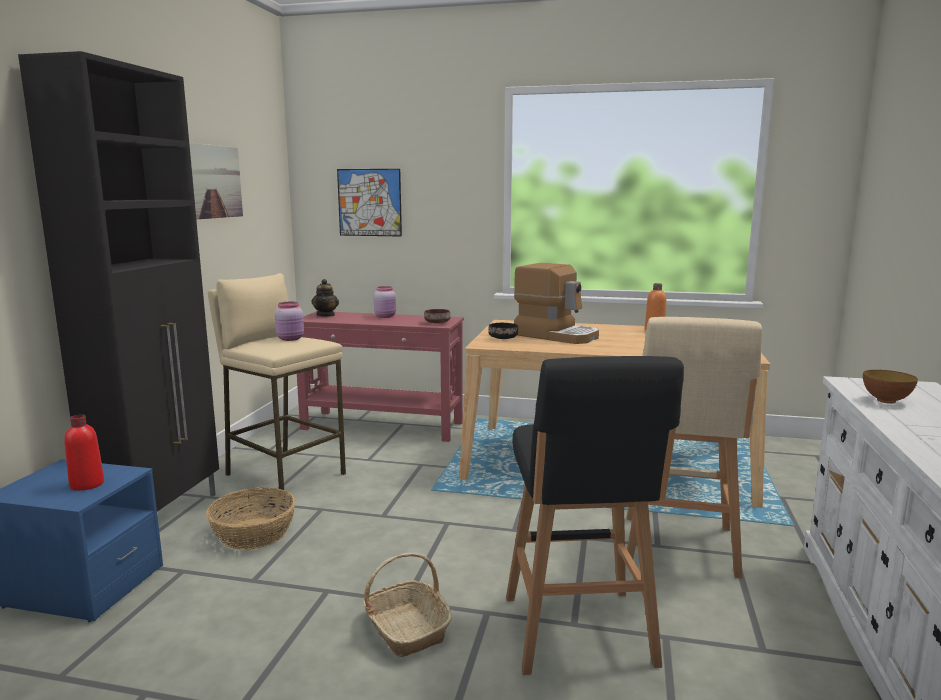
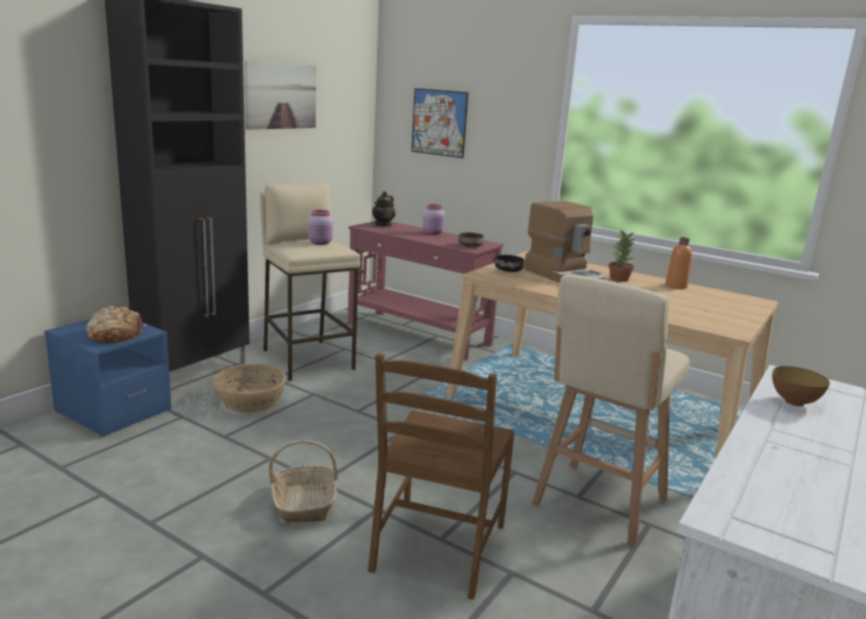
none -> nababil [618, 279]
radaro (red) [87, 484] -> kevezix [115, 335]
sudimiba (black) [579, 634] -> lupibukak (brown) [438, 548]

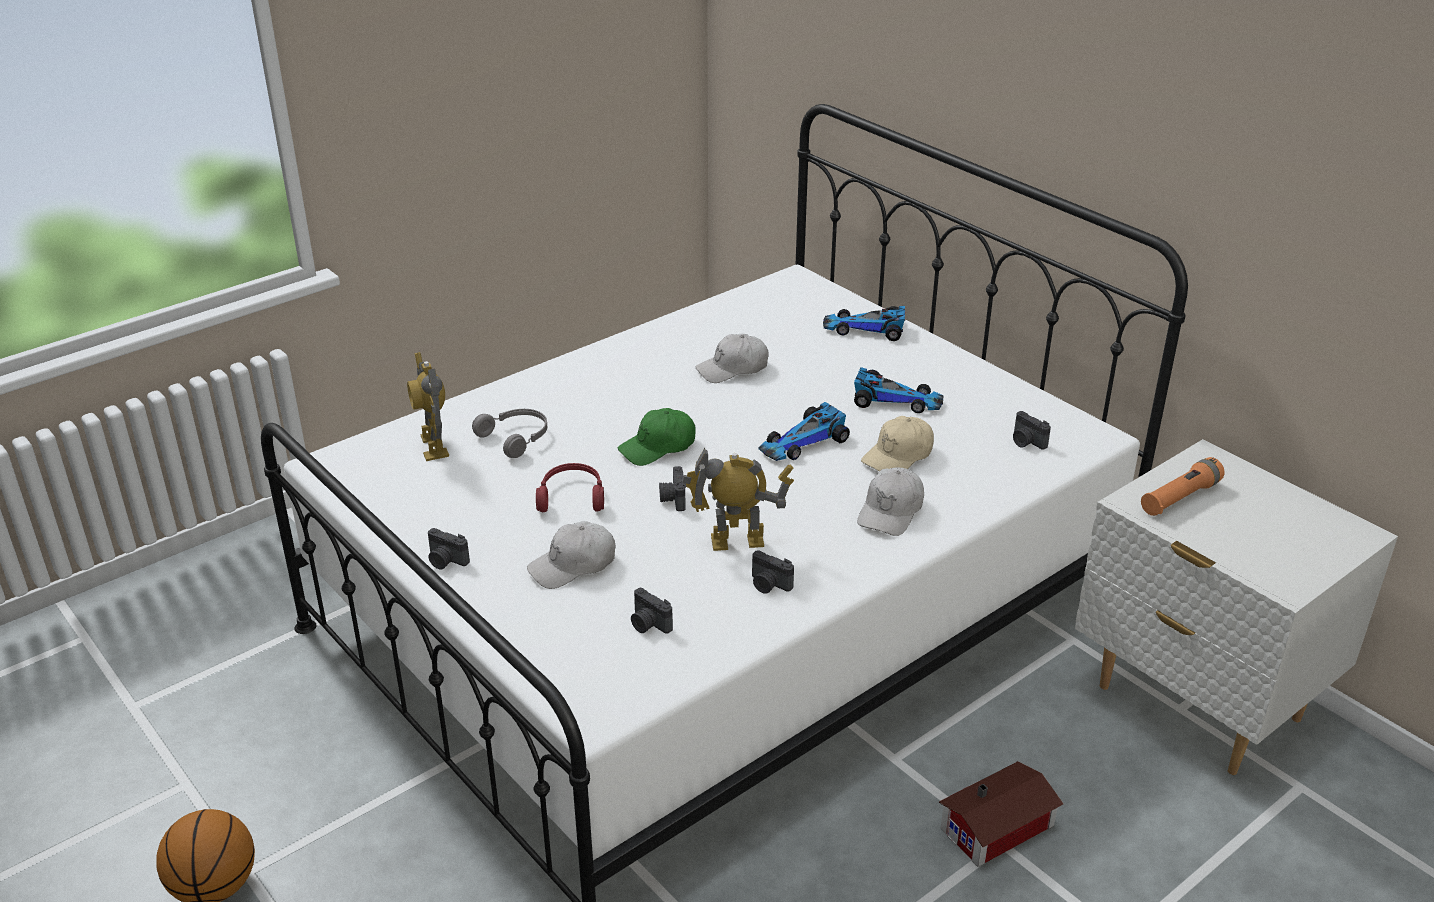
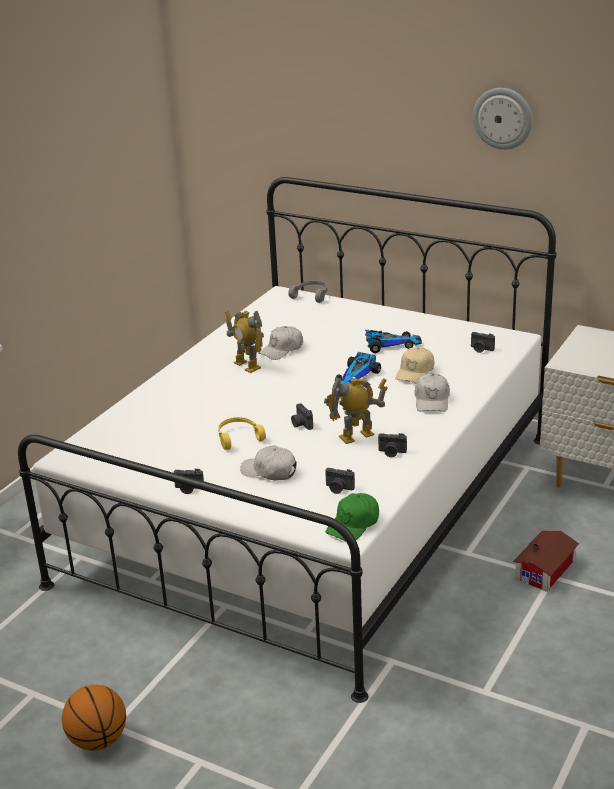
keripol [866, 329] -> none
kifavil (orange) [1179, 498] -> none
none -> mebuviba [503, 118]
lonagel [434, 446] -> lonagel [247, 365], move
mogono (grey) [516, 438] -> mogono (grey) [311, 295], move
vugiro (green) [658, 447] -> vugiro (green) [354, 524], move
mogono (red) [572, 496] -> mogono (yellow) [238, 437]
vugiro (white) [573, 565] -> vugiro (white) [269, 471], 75 degrees clockwise

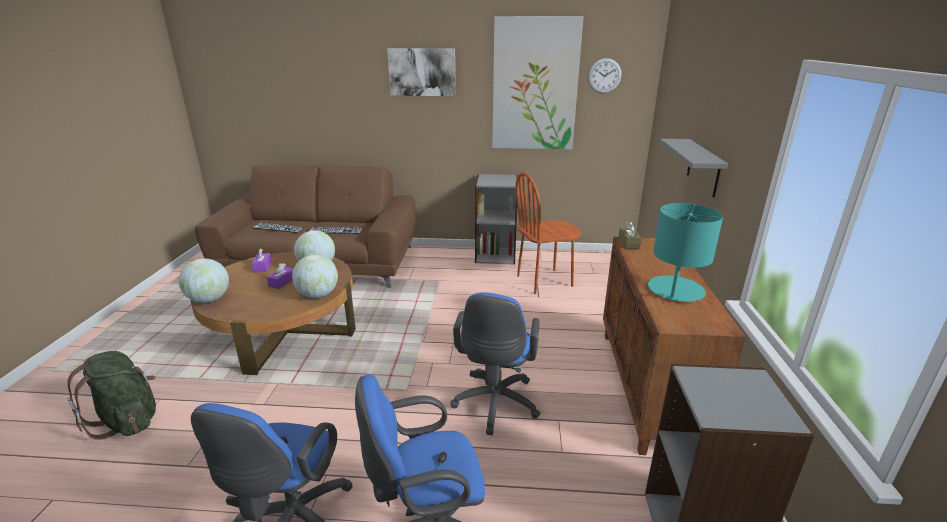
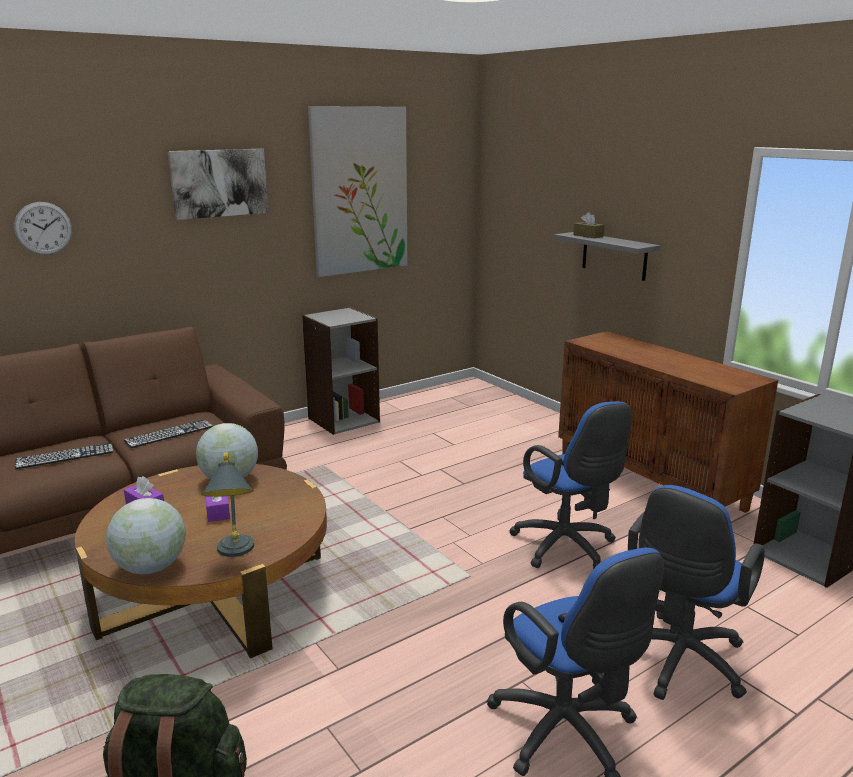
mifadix [318, 295] -> none
lupibukak (brown) [544, 281] -> none
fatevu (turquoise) [675, 290] -> none
none -> fatevu (grey) [234, 554]
mebuviba [604, 76] -> mebuviba [43, 228], move
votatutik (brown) [628, 243] -> votatutik (brown) [588, 236], move

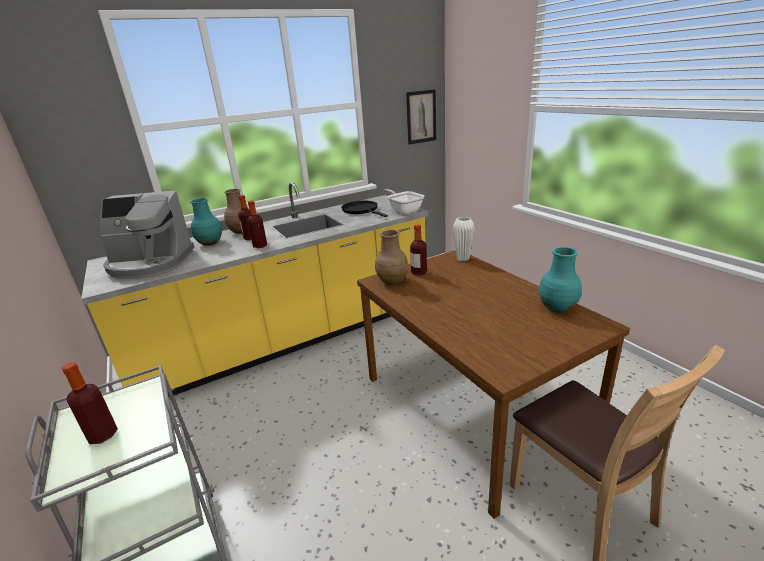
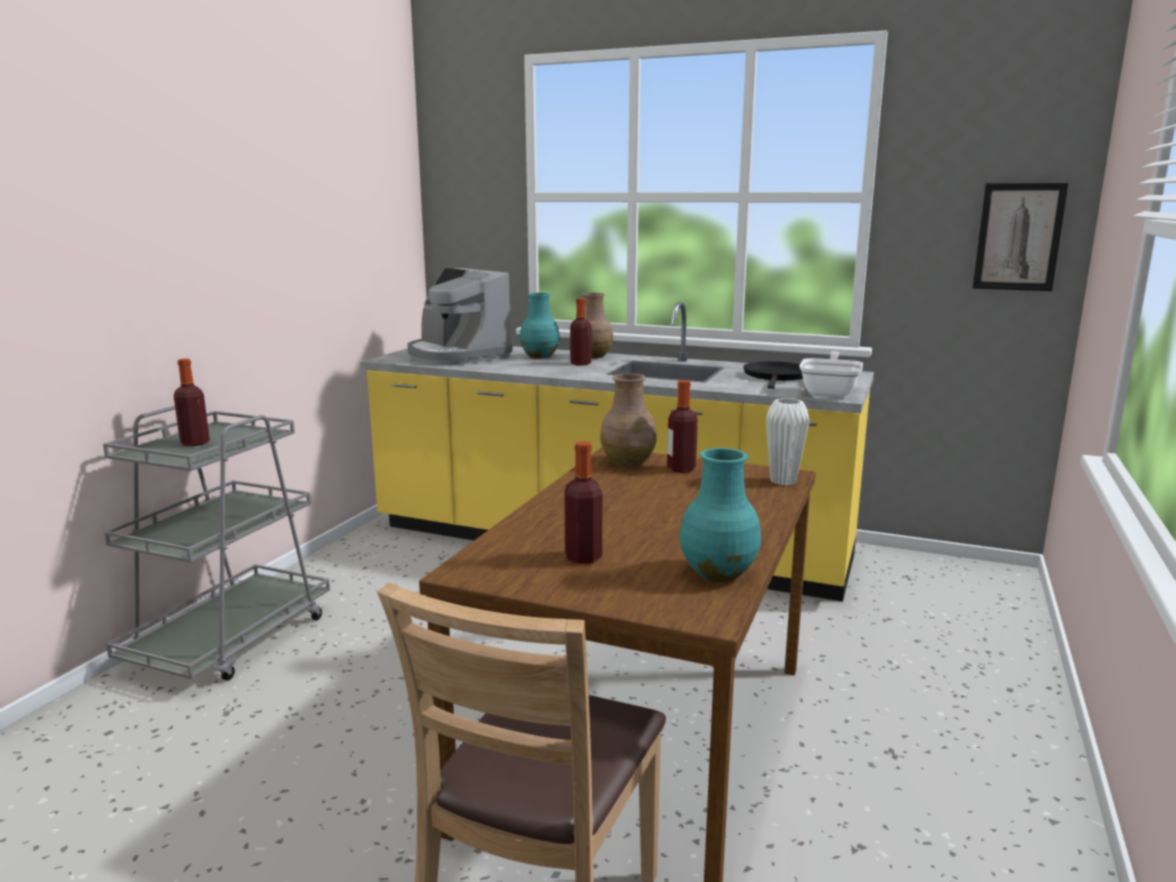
radaro [260, 246] -> radaro [583, 557], move

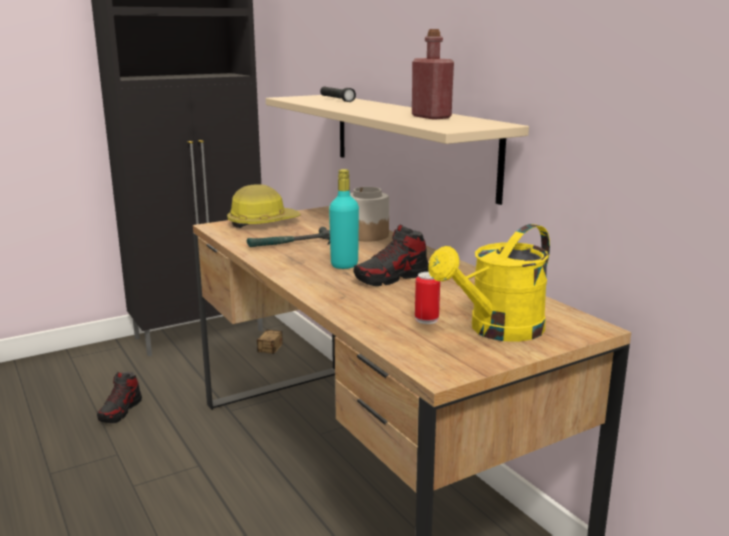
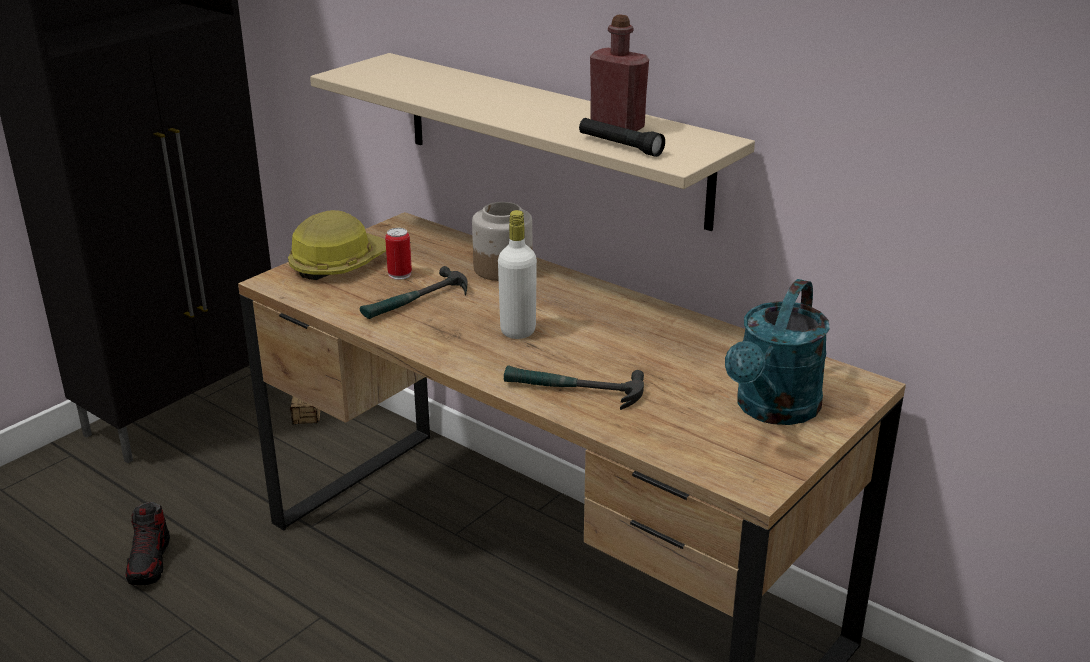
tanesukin [392, 278] -> none
none -> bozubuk [572, 390]
kifavil (black) [336, 100] -> kifavil (black) [620, 146], move
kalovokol [426, 319] -> kalovokol [399, 274], move
radaro (turquoise) [344, 265] -> radaro (white) [518, 331]
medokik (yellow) [497, 331] -> medokik (turquoise) [773, 410]

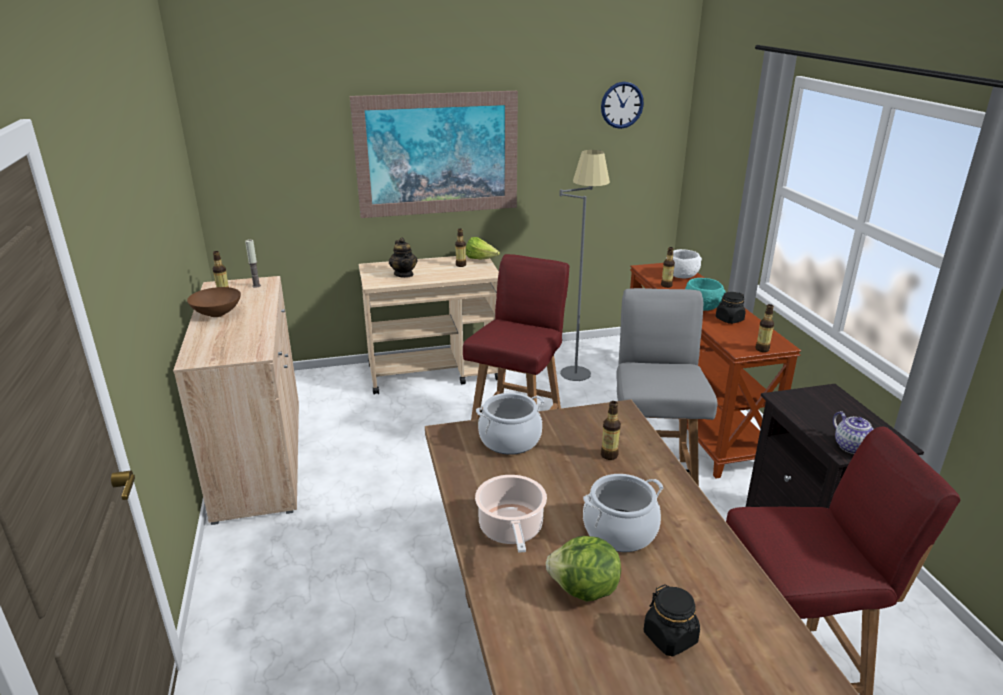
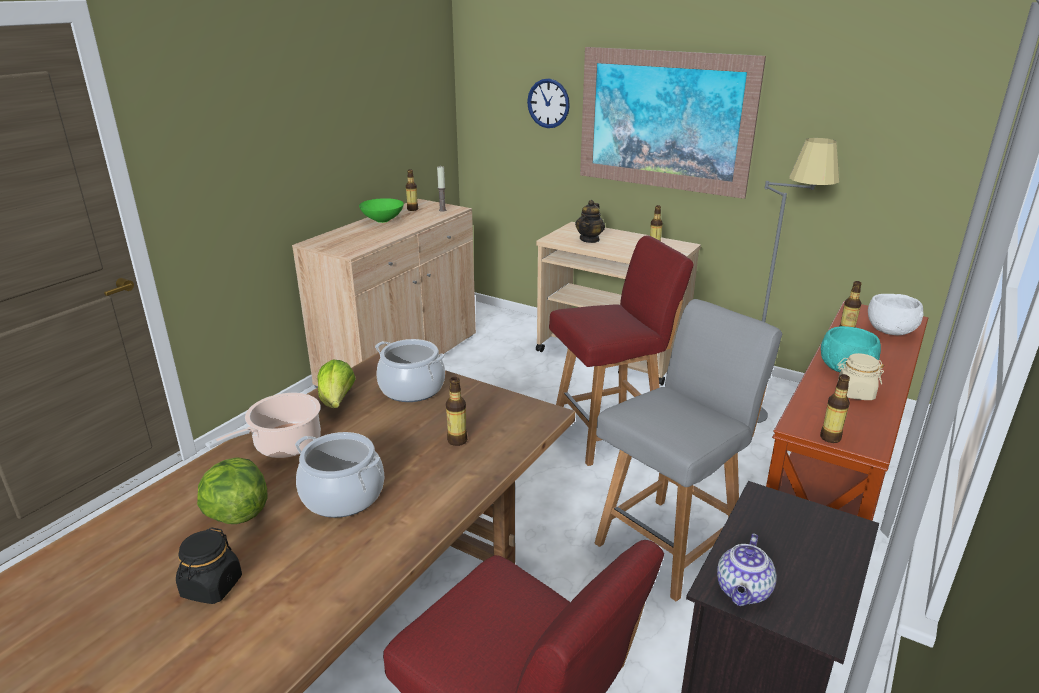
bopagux [481, 259] -> bopagux [337, 402], move
mebuviba [622, 105] -> mebuviba [548, 103], move
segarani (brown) [217, 314] -> segarani (green) [382, 220]
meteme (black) [729, 319] -> meteme (beige) [855, 393]

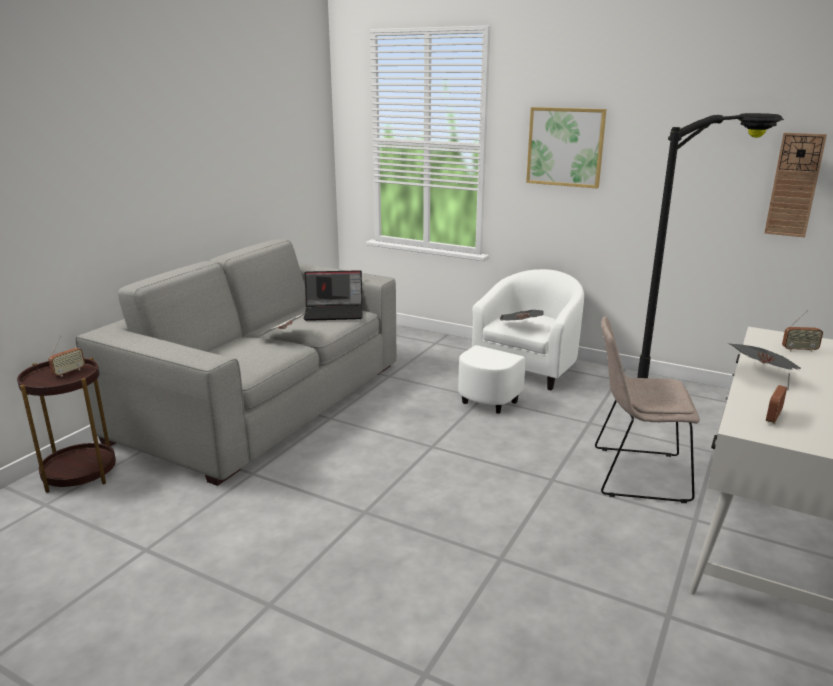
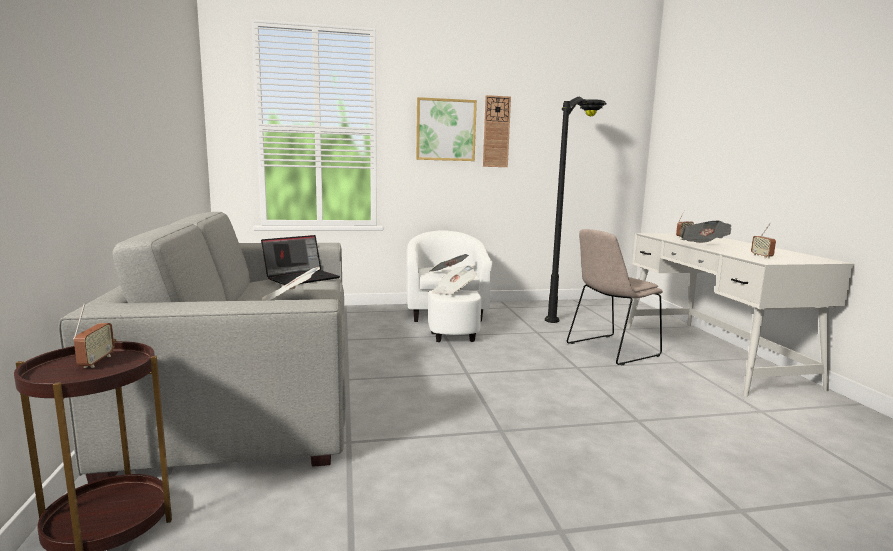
none -> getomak [453, 292]
mebuviba [794, 185] -> mebuviba [496, 132], move

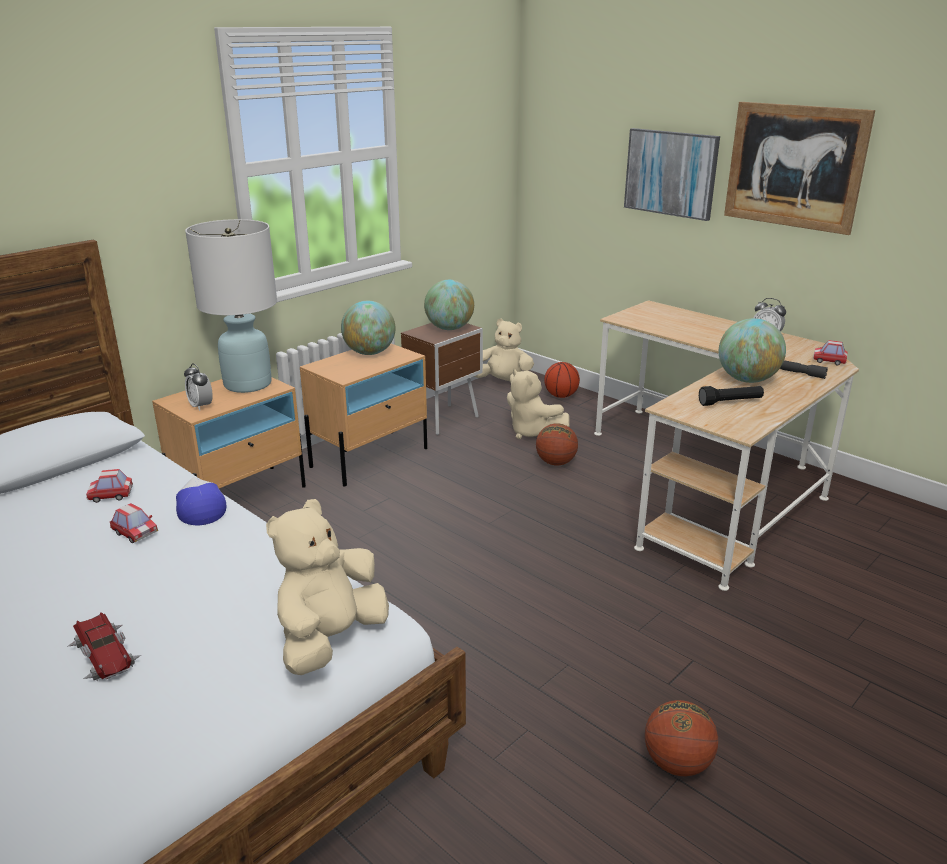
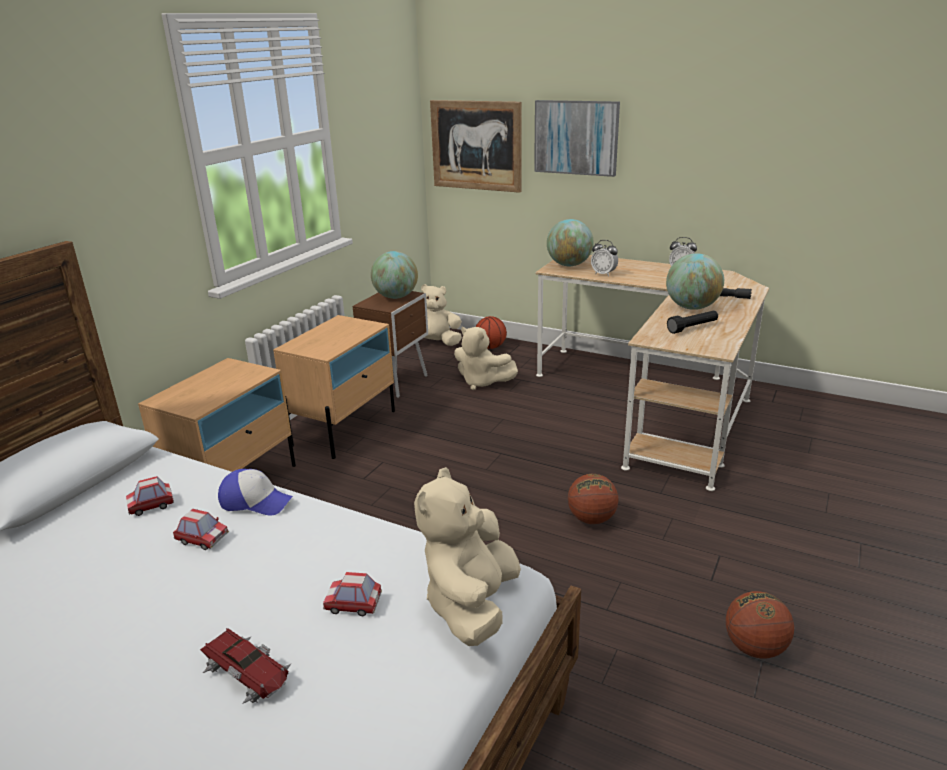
fatevu (white) [247, 384] -> none
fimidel [201, 406] -> fimidel [603, 274], move
mifadix [369, 353] -> mifadix [569, 265], move
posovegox [556, 463] -> posovegox [591, 519], move
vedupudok [794, 166] -> vedupudok [476, 145], move
keripol [829, 361] -> keripol [353, 604], move
vugiro [199, 508] -> vugiro [256, 501], 150 degrees clockwise

